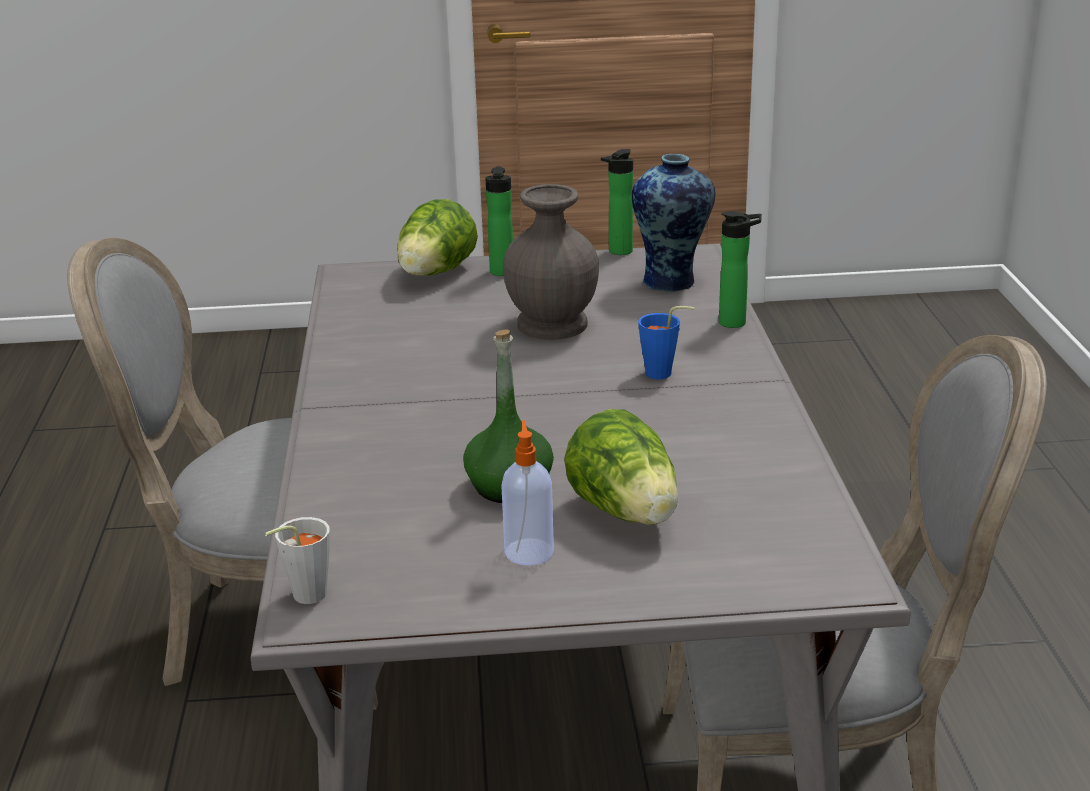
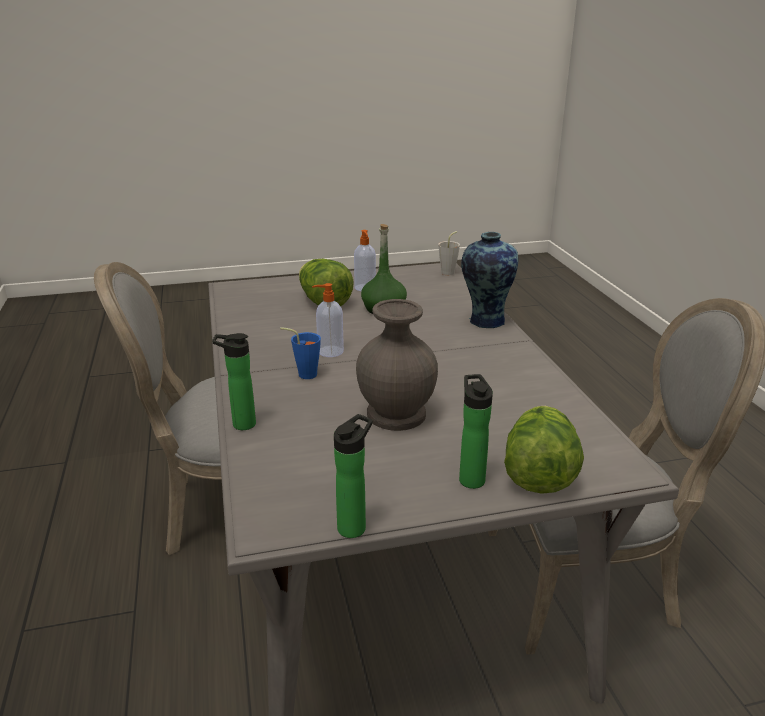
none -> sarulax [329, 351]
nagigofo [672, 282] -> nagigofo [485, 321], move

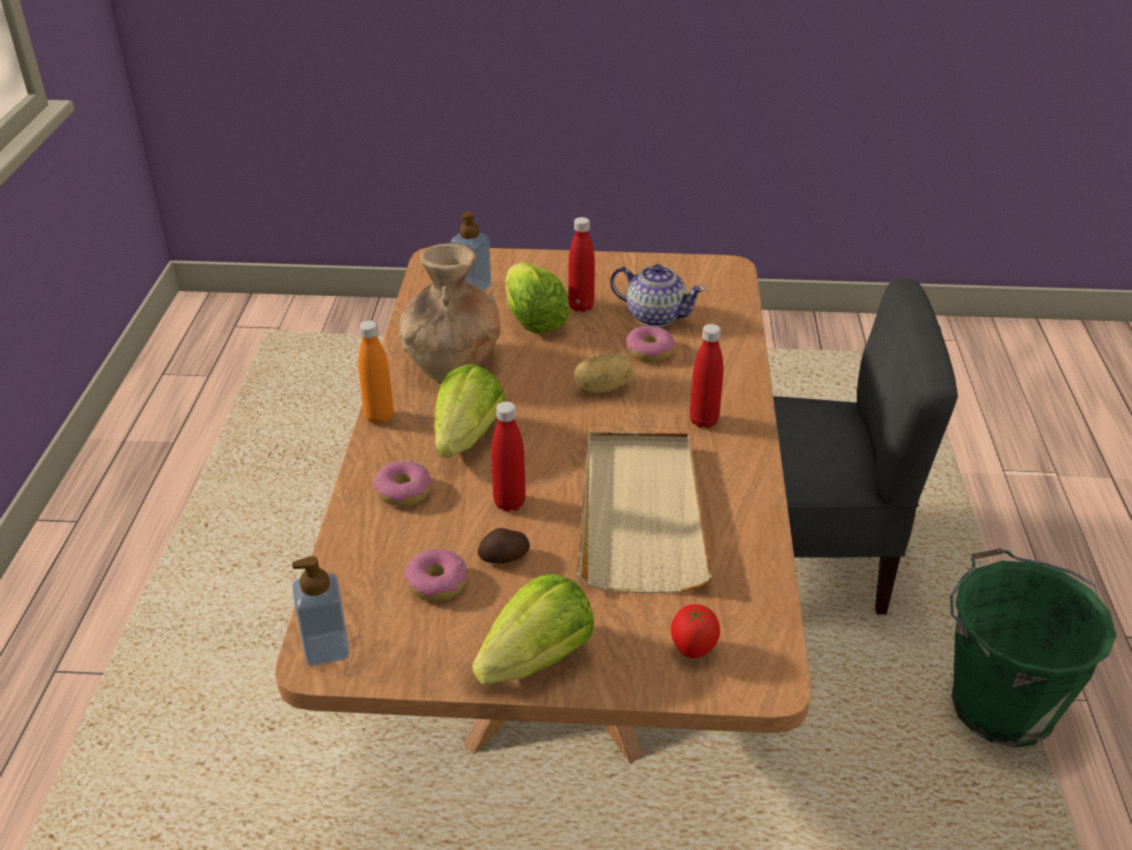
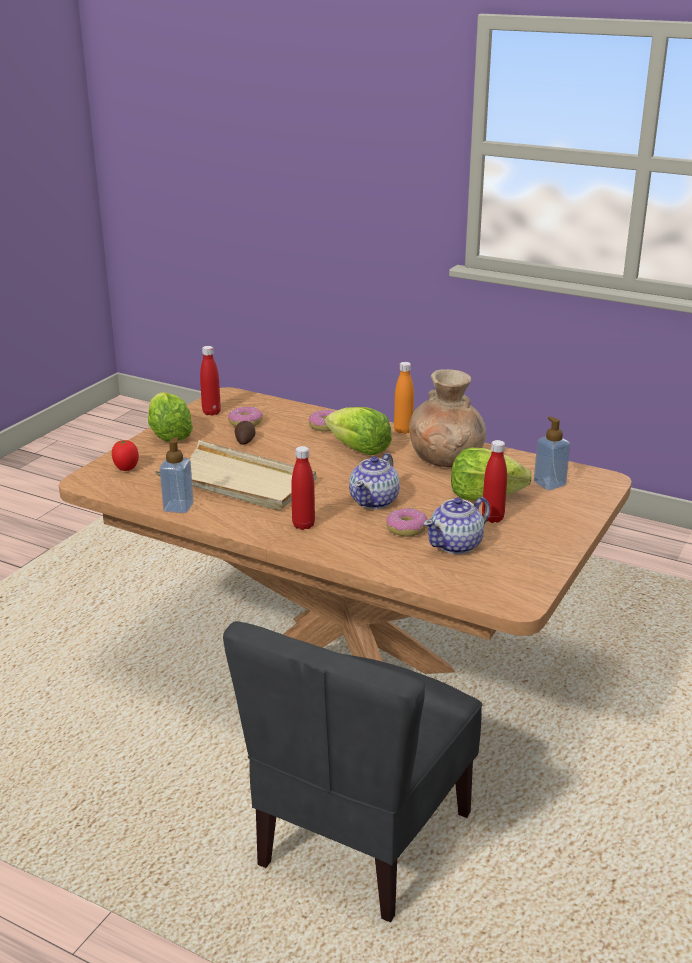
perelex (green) [999, 704] -> none
sarulax [326, 648] -> sarulax [178, 507], move
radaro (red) [509, 503] -> radaro (red) [211, 412], move
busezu [603, 387] -> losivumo [375, 501]

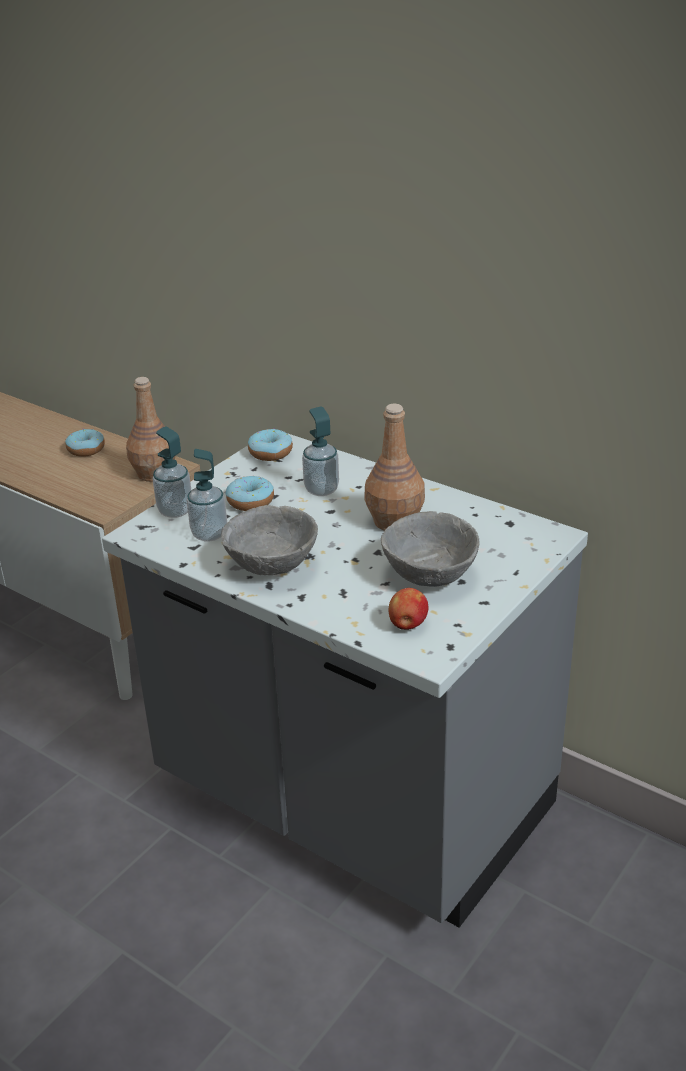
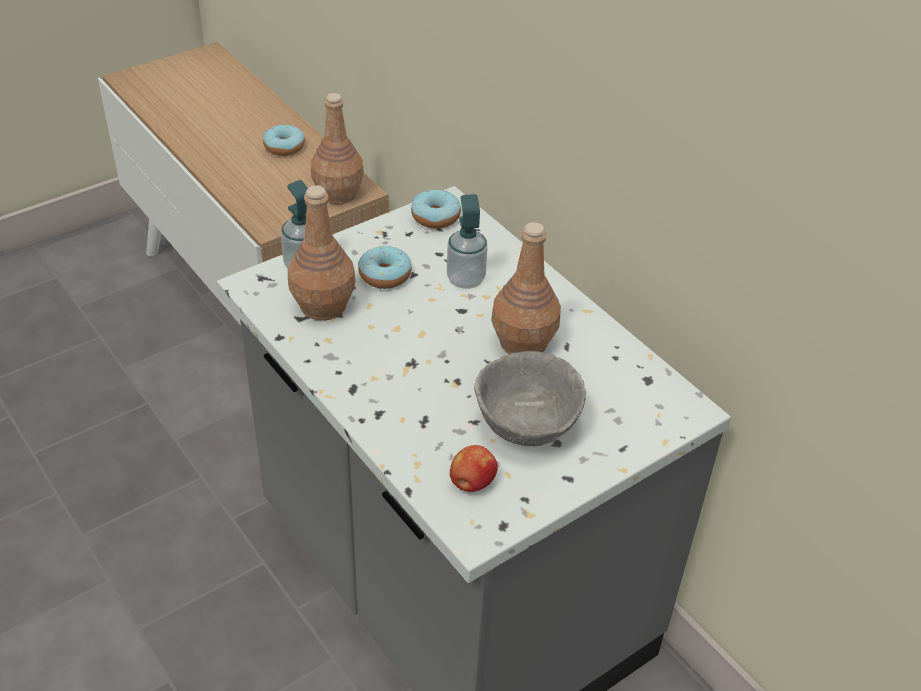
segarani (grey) [273, 566] -> none
sarulax [209, 534] -> radaro (brown) [323, 306]

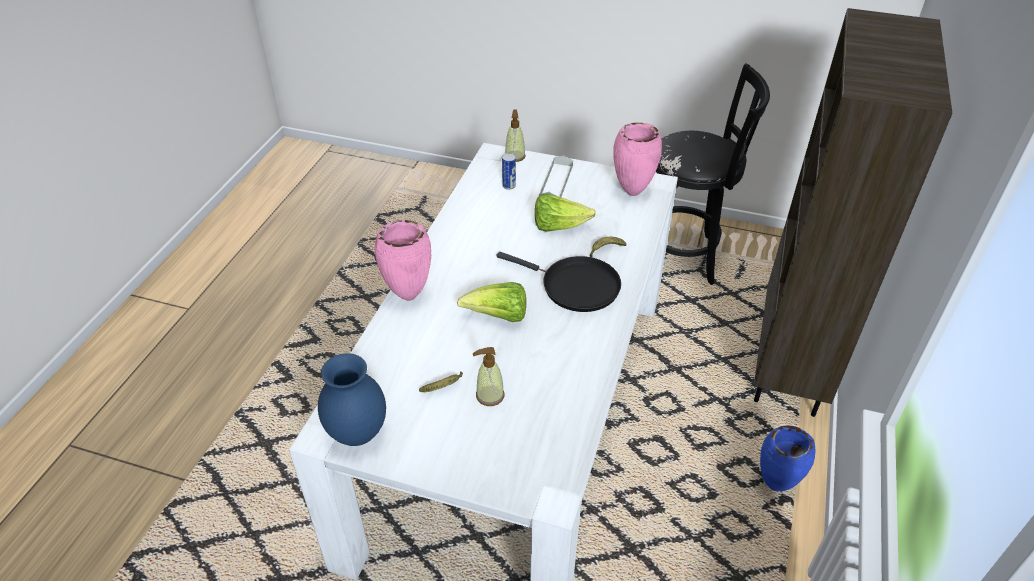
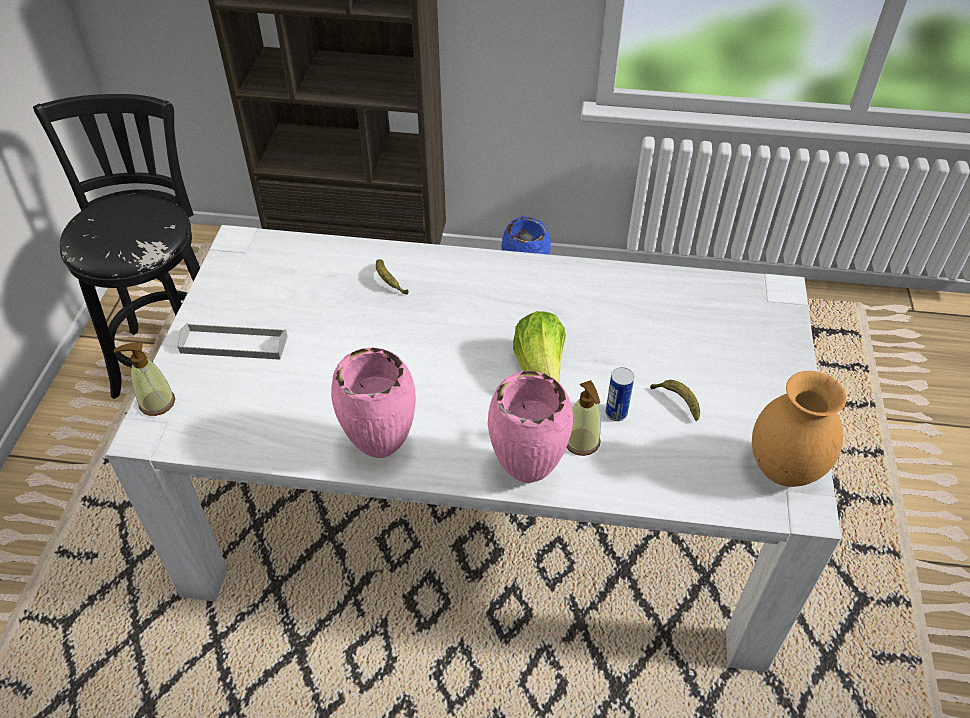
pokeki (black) [575, 286] -> none
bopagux [558, 226] -> none
sarulax [489, 395] -> sarulax [582, 442], move
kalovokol [509, 186] -> kalovokol [616, 413], move
nagigofo (pink) [631, 192] -> nagigofo (pink) [380, 451], move
nagigofo (blue) [359, 433] -> nagigofo (brown) [782, 469]

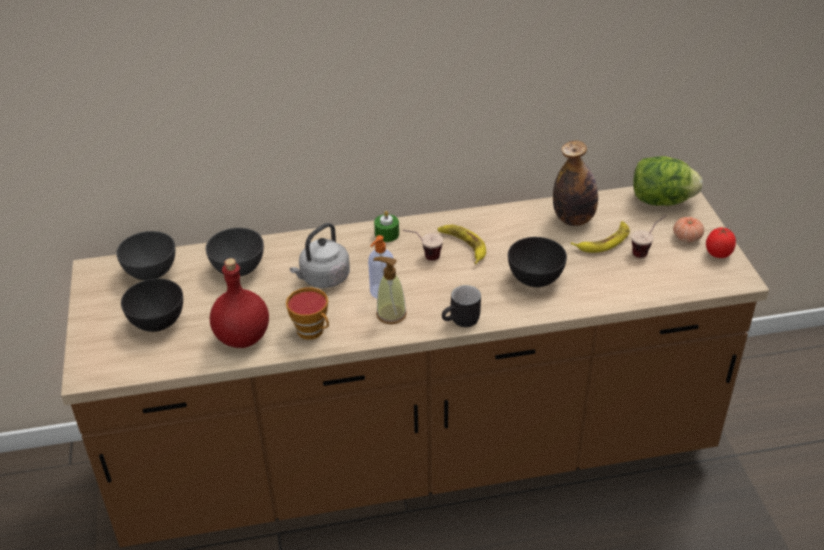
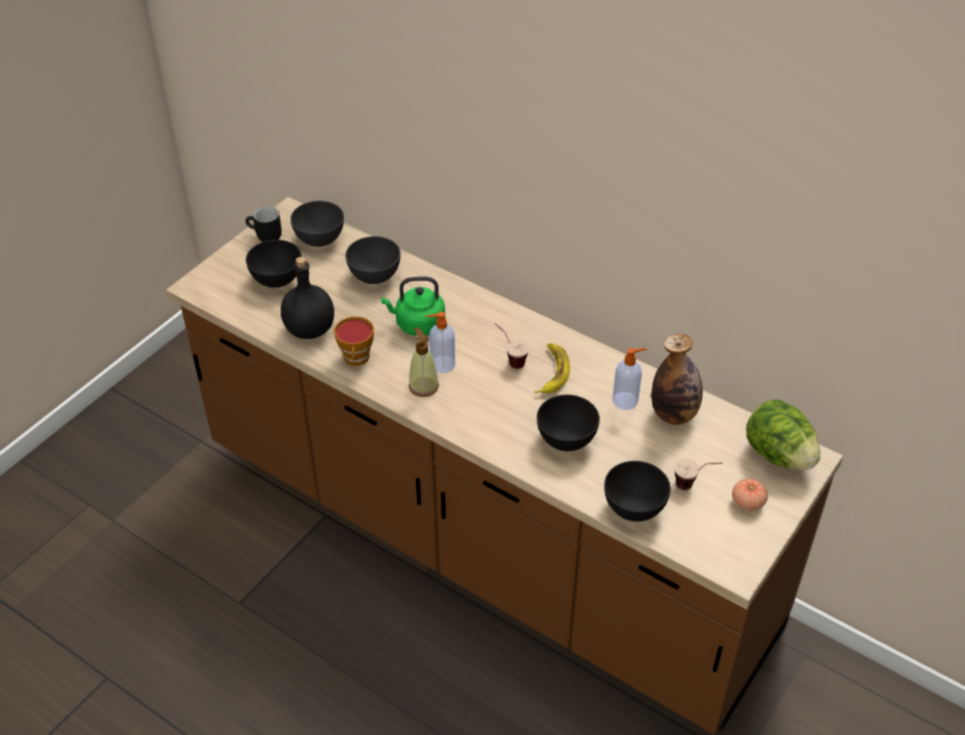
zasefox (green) [387, 234] -> none
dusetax [604, 241] -> none
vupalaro [717, 254] -> none
none -> segarani (black) [634, 507]
none -> sarulax [626, 400]
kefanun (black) [462, 322] -> kefanun (black) [265, 236], move
radaro (red) [243, 337] -> radaro (black) [311, 329]
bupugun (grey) [323, 279] -> bupugun (green) [417, 324]

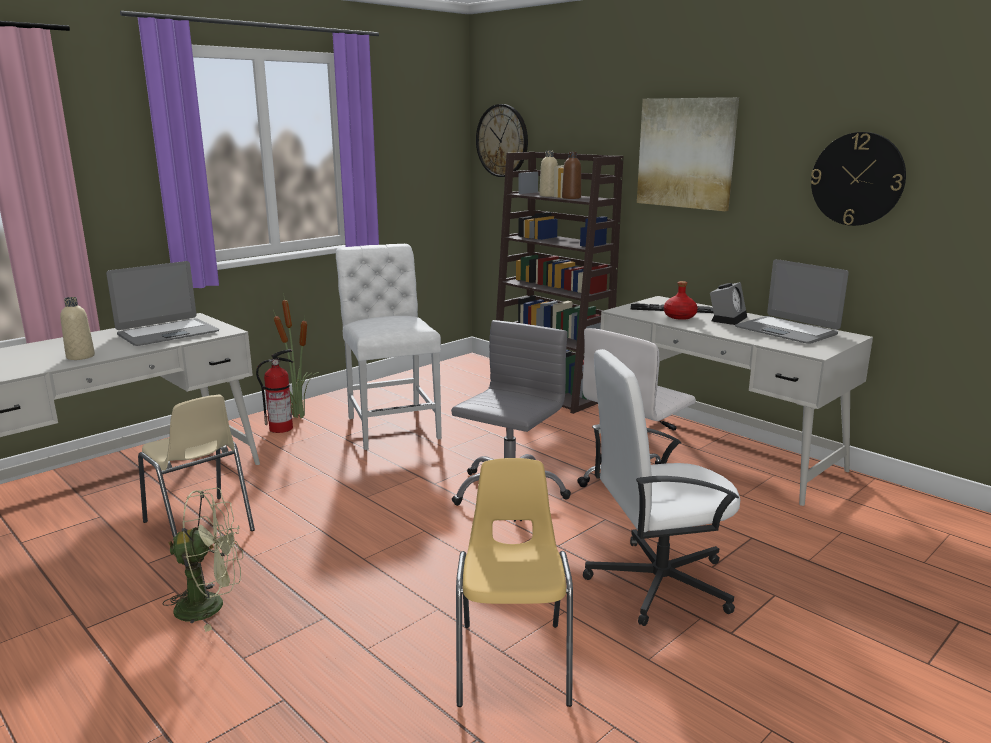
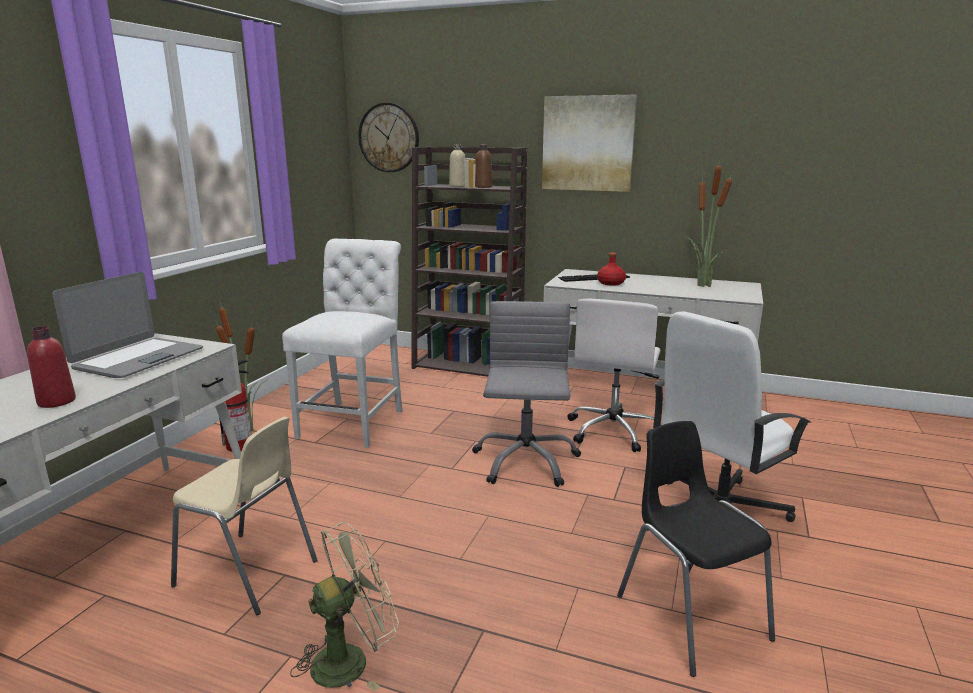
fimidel [727, 318] -> none
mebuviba [857, 179] -> none
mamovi [786, 331] -> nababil [702, 285]
radaro (beige) [80, 356] -> radaro (red) [56, 401]
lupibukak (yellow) [513, 662] -> lupibukak (black) [690, 616]
lupibukak (white) [392, 425] -> lupibukak (white) [355, 421], 60 degrees clockwise

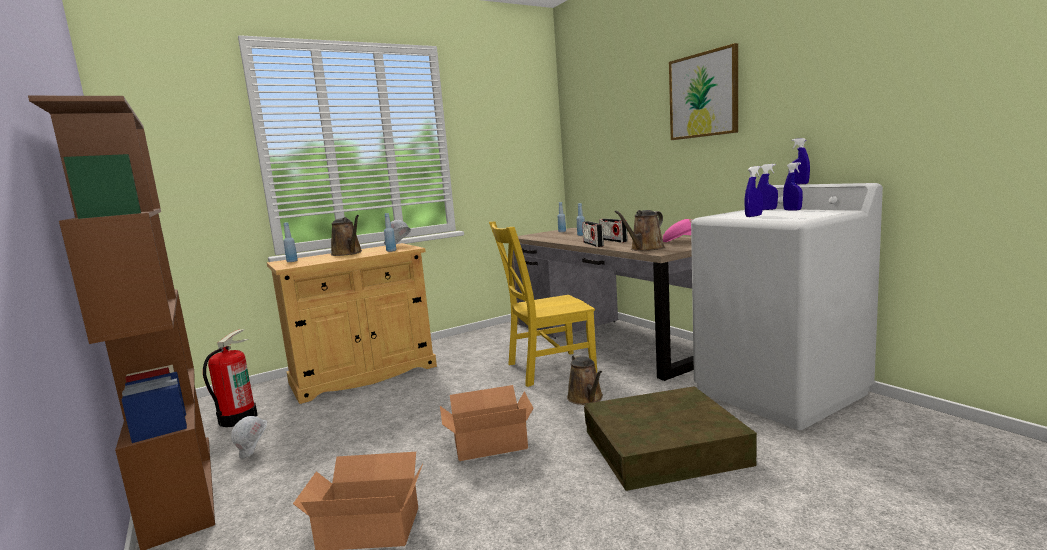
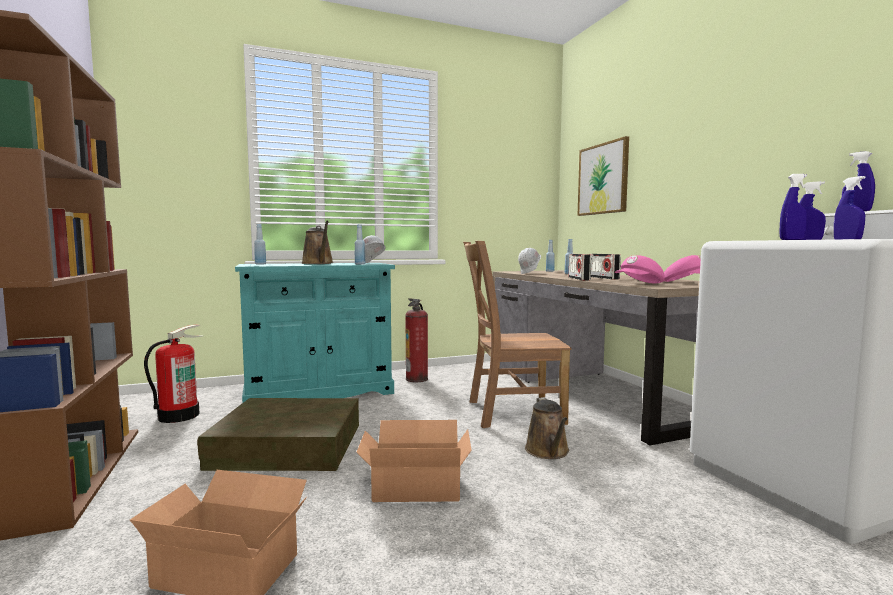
none -> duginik [417, 379]
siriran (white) [254, 452] -> siriran (white) [530, 273], move
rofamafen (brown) [664, 447] -> rofamafen (brown) [288, 445], move
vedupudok [703, 95] -> vedupudok [603, 179], move
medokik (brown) [645, 249] -> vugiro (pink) [639, 284]
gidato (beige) [363, 375] -> gidato (turquoise) [319, 392]
lupibukak (yellow) [546, 369] -> lupibukak (brown) [510, 412]

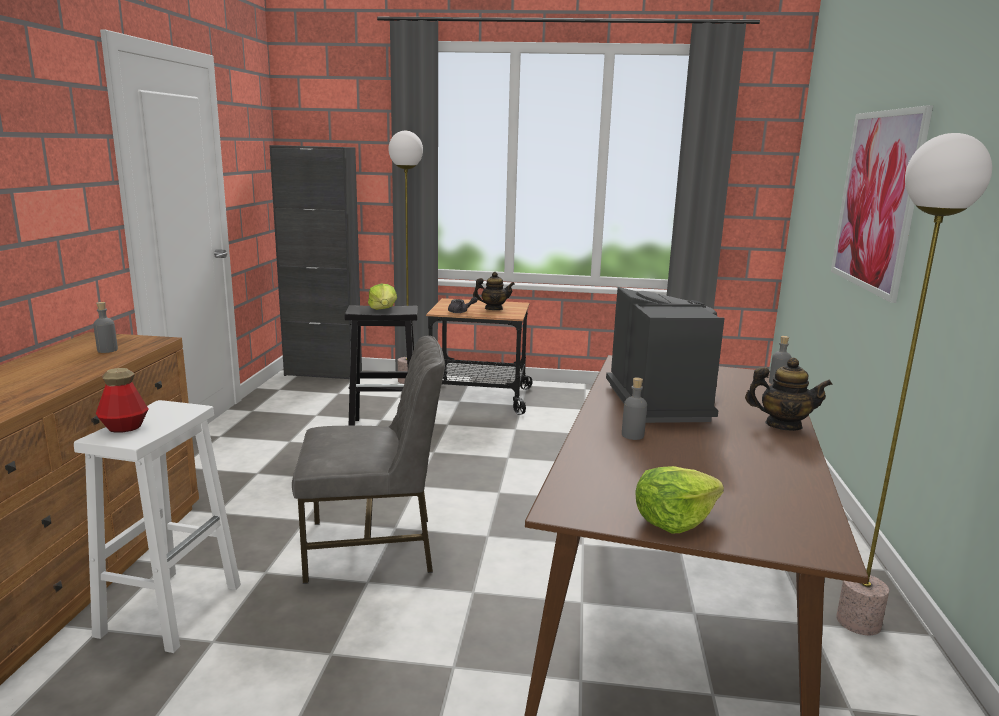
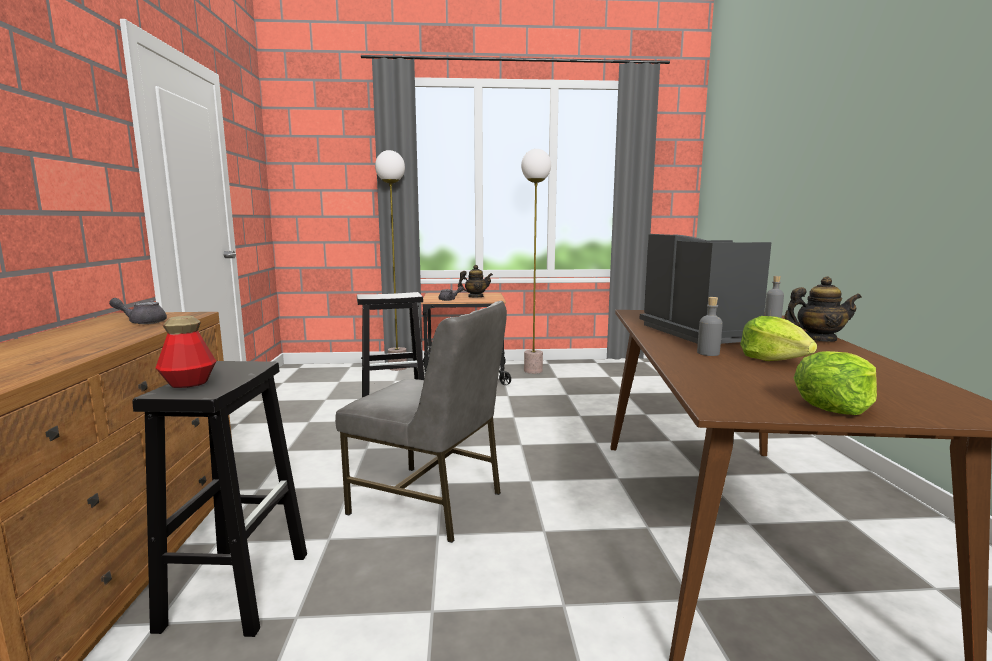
gidato (black) [323, 373] -> none
vedupudok [876, 200] -> none
bopagux [383, 309] -> bopagux [773, 360], move
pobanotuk [859, 622] -> pobanotuk [533, 371], move
radaro (grey) [107, 350] -> losivumo (grey) [143, 322]
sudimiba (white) [172, 608] -> sudimiba (black) [237, 588]
lupibukak (grey) [373, 548] -> lupibukak (grey) [429, 503], 45 degrees clockwise

